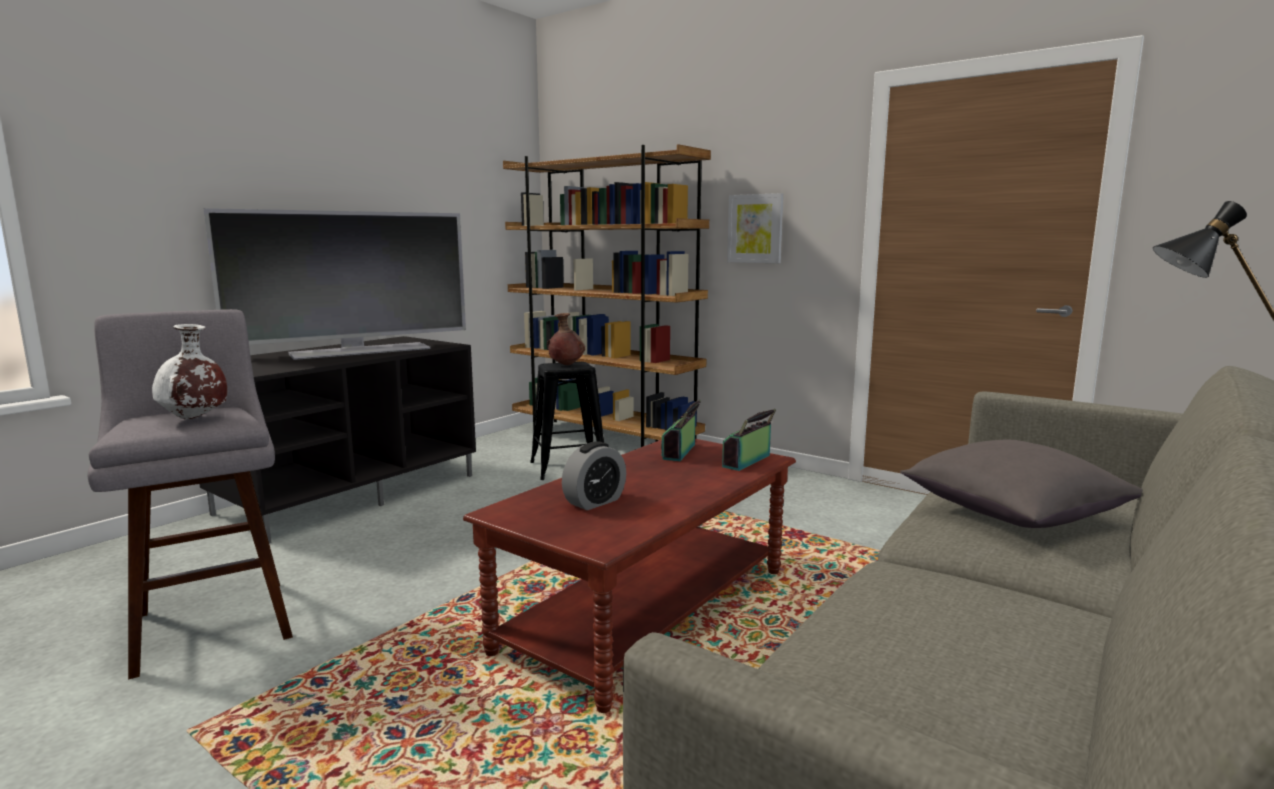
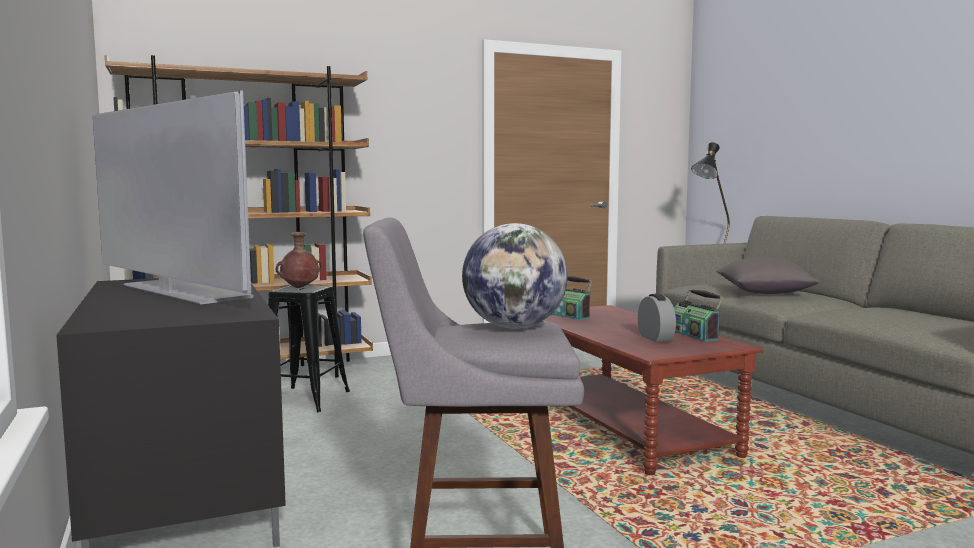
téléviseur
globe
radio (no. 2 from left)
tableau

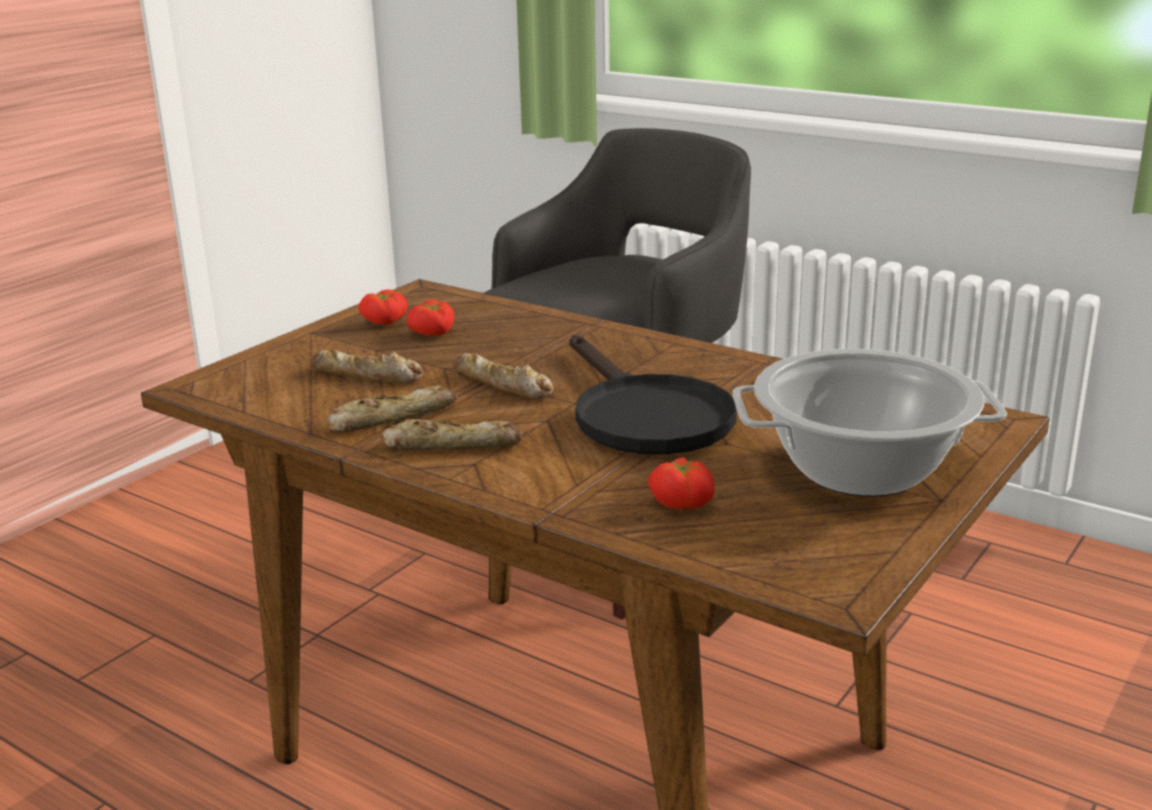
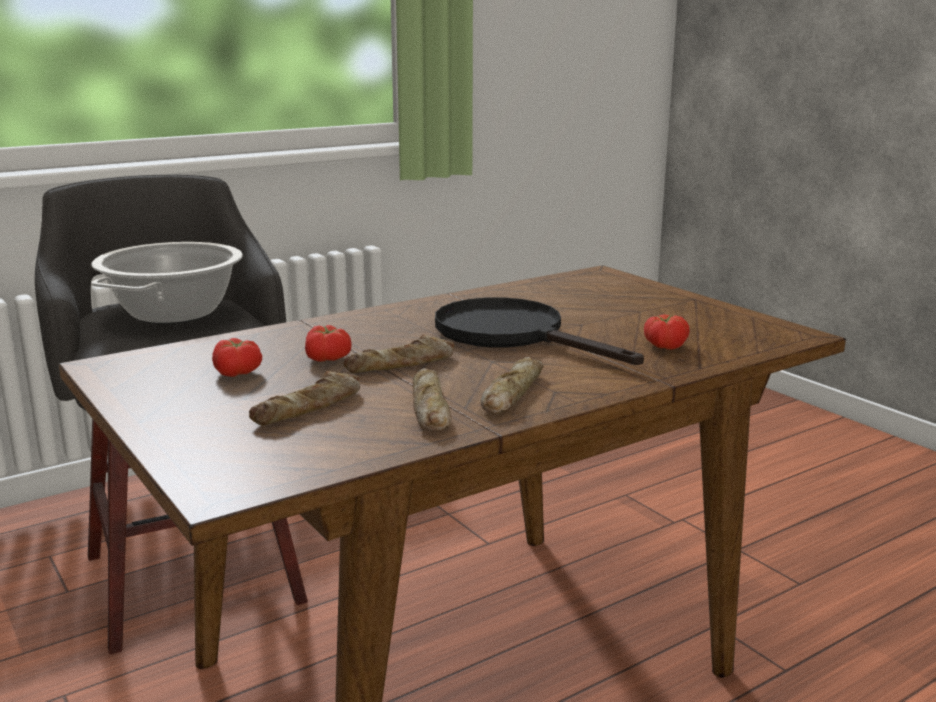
marmite
tomate (no. 2 from left)
poêle/noir

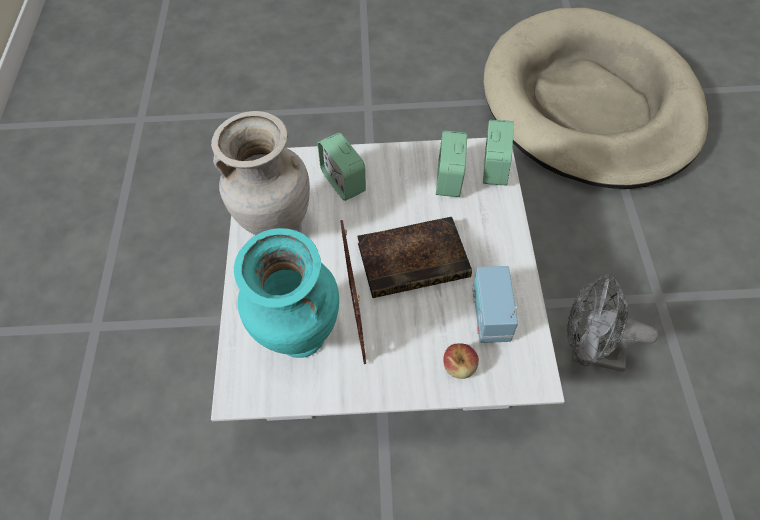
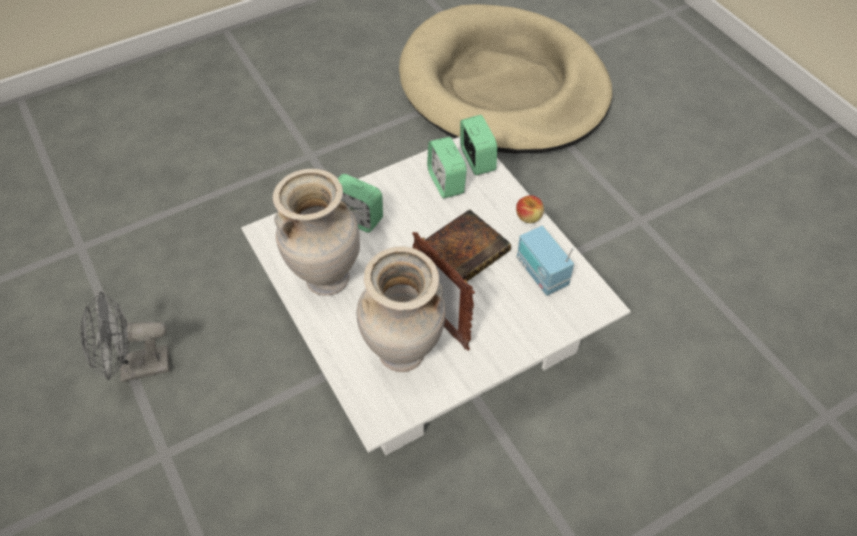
ventilateur/gris
vase/beige (no. 2 from left)
pomme

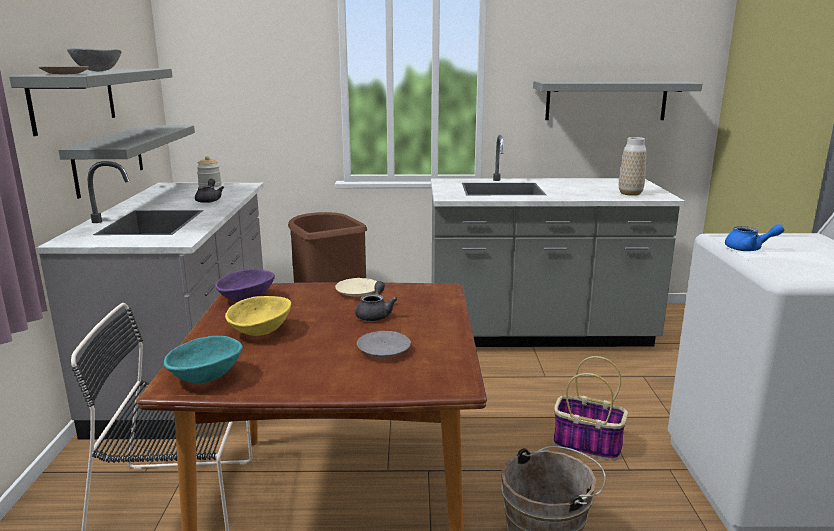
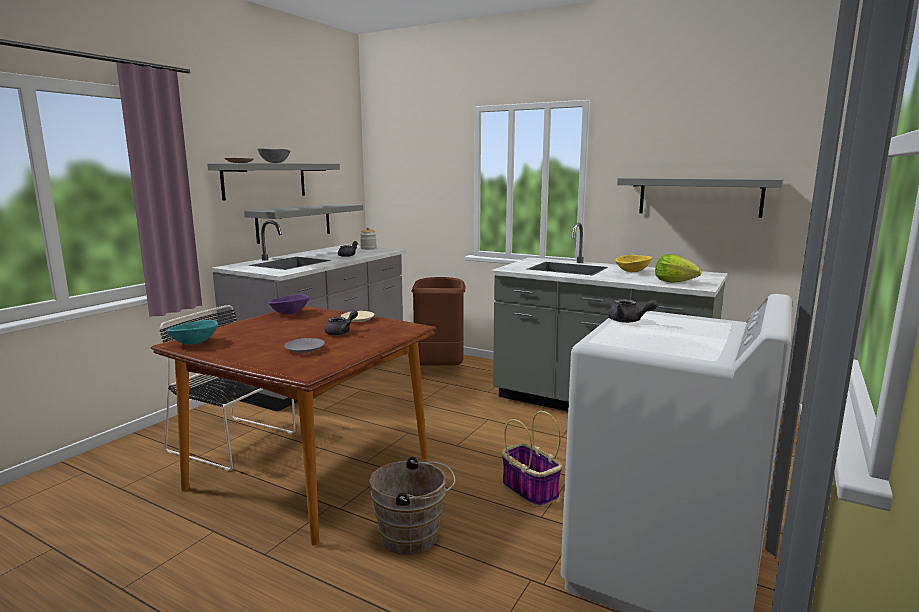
théière/gris (no. 3 from left)
bol/jaune
laitue

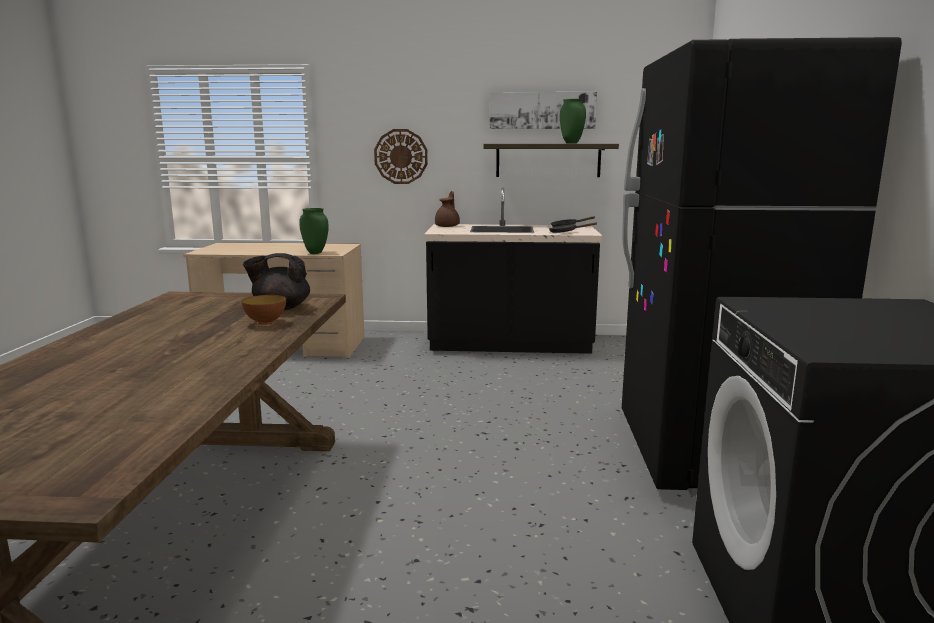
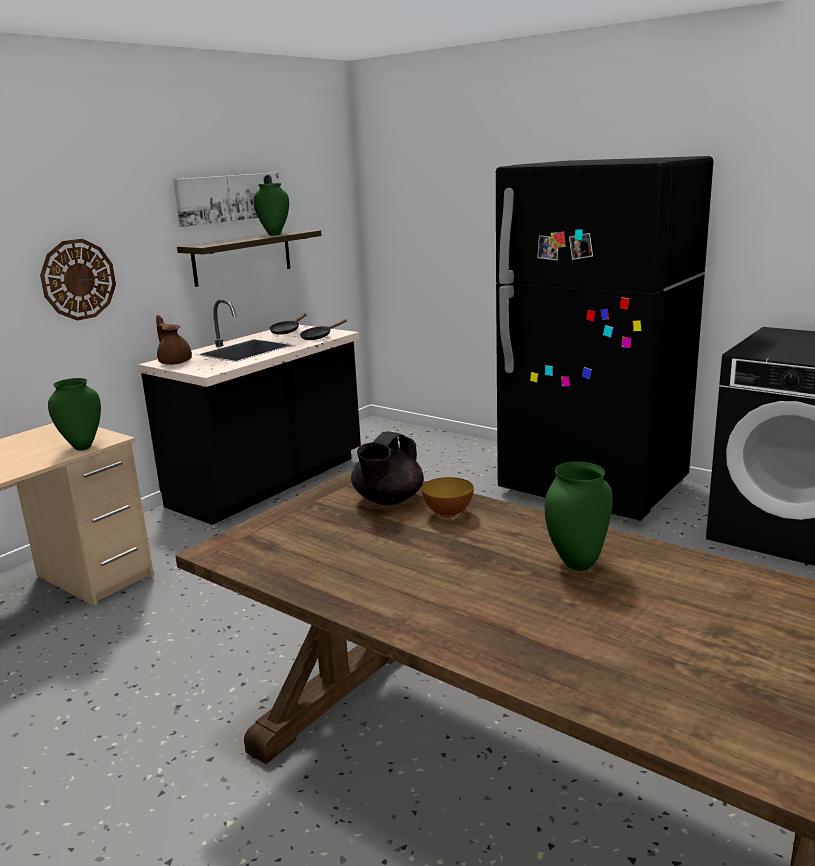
vase/vert (no. 3 from left)

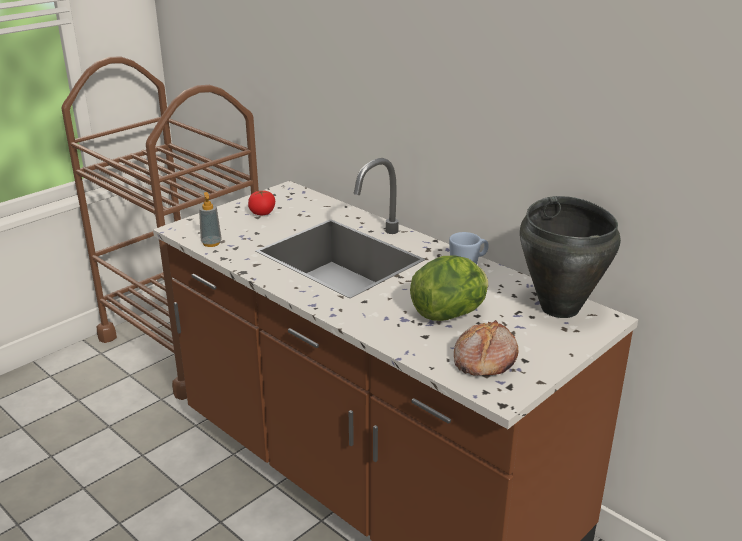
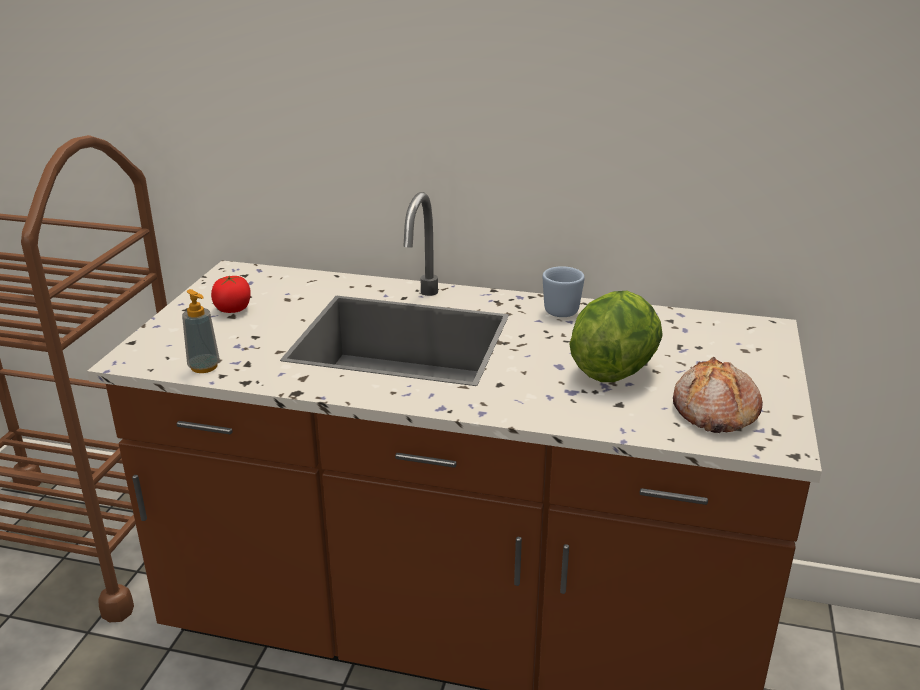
marmite/noir

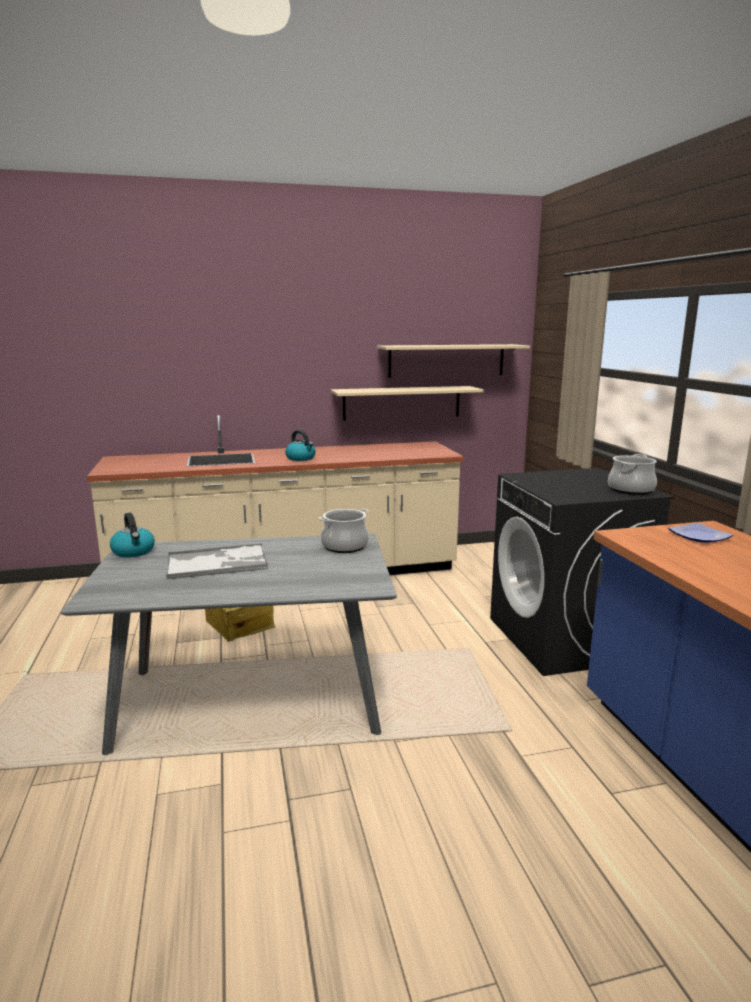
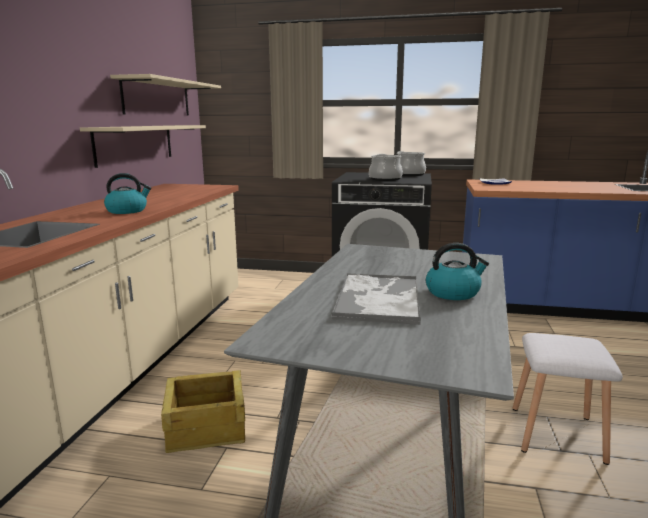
marmite (no. 1 from left)
bouilloire (no. 2 from left)
tabouret/blanc

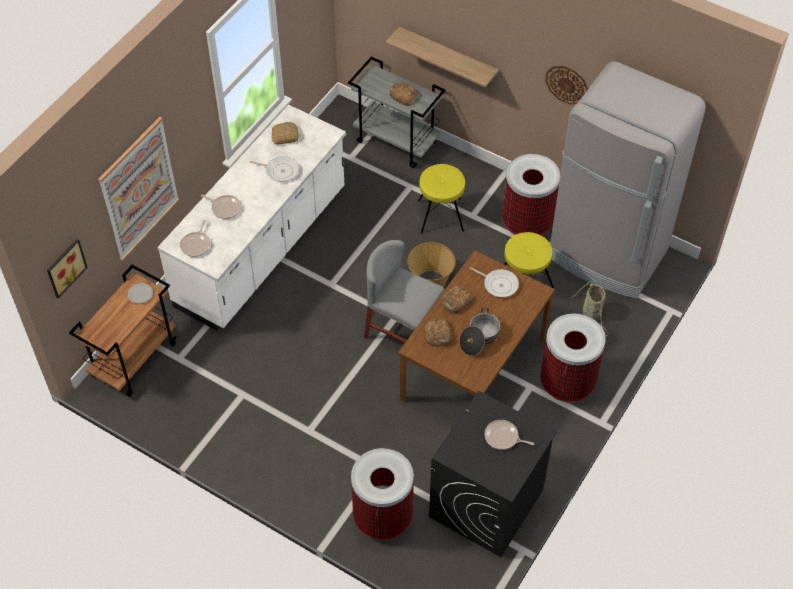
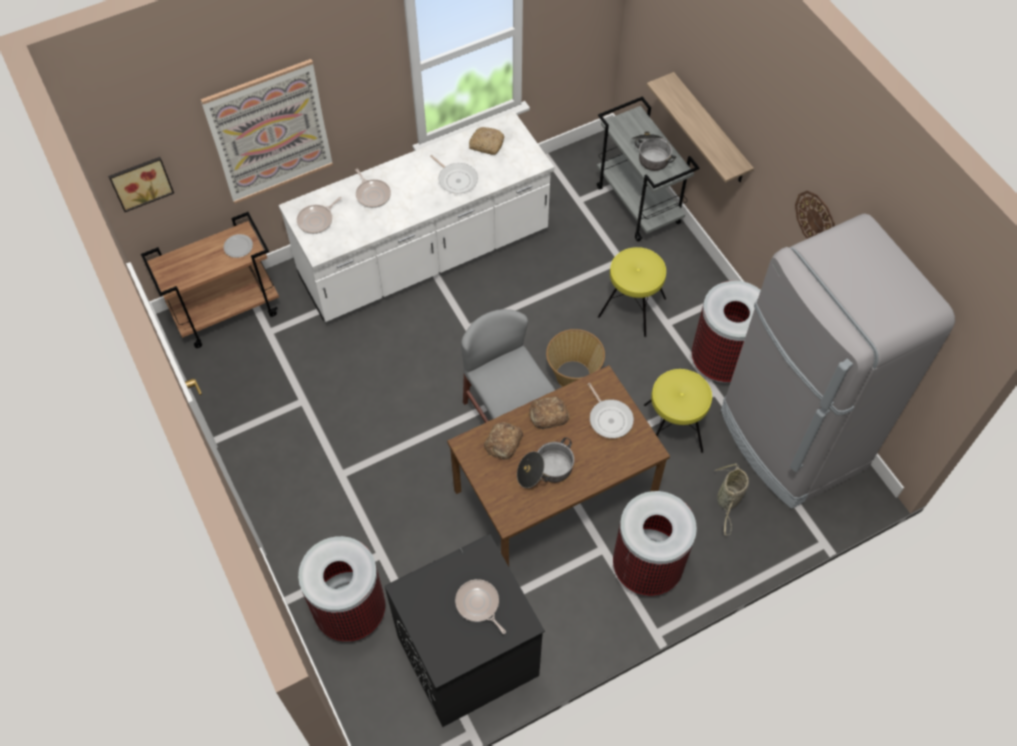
marmite (no. 2 from left)

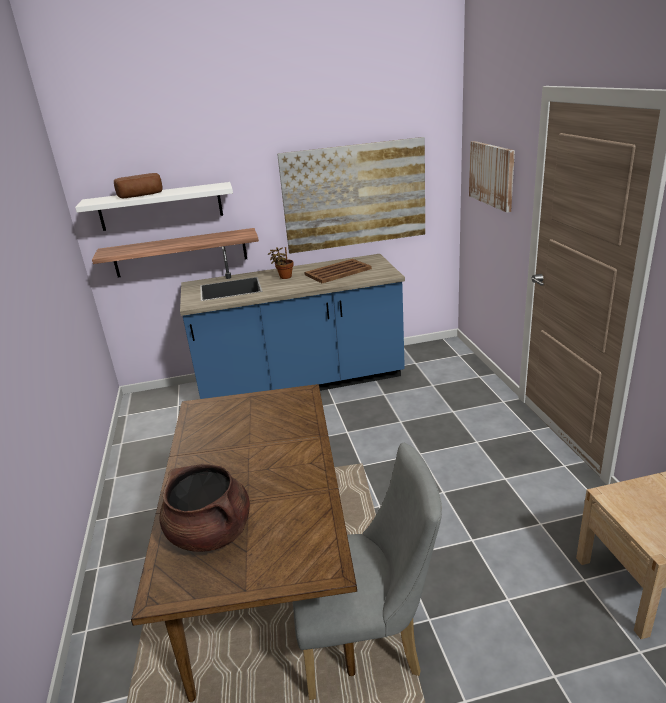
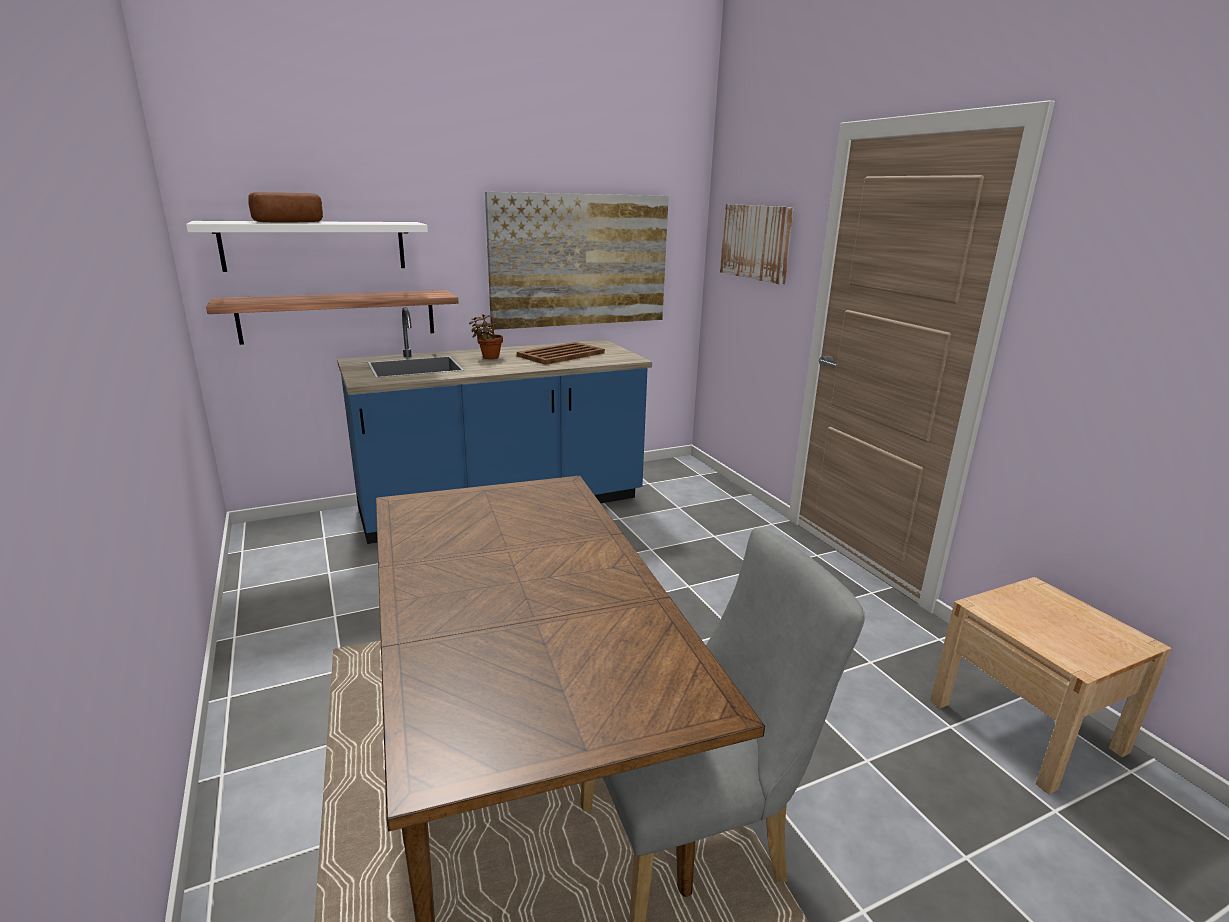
marmite/marron

